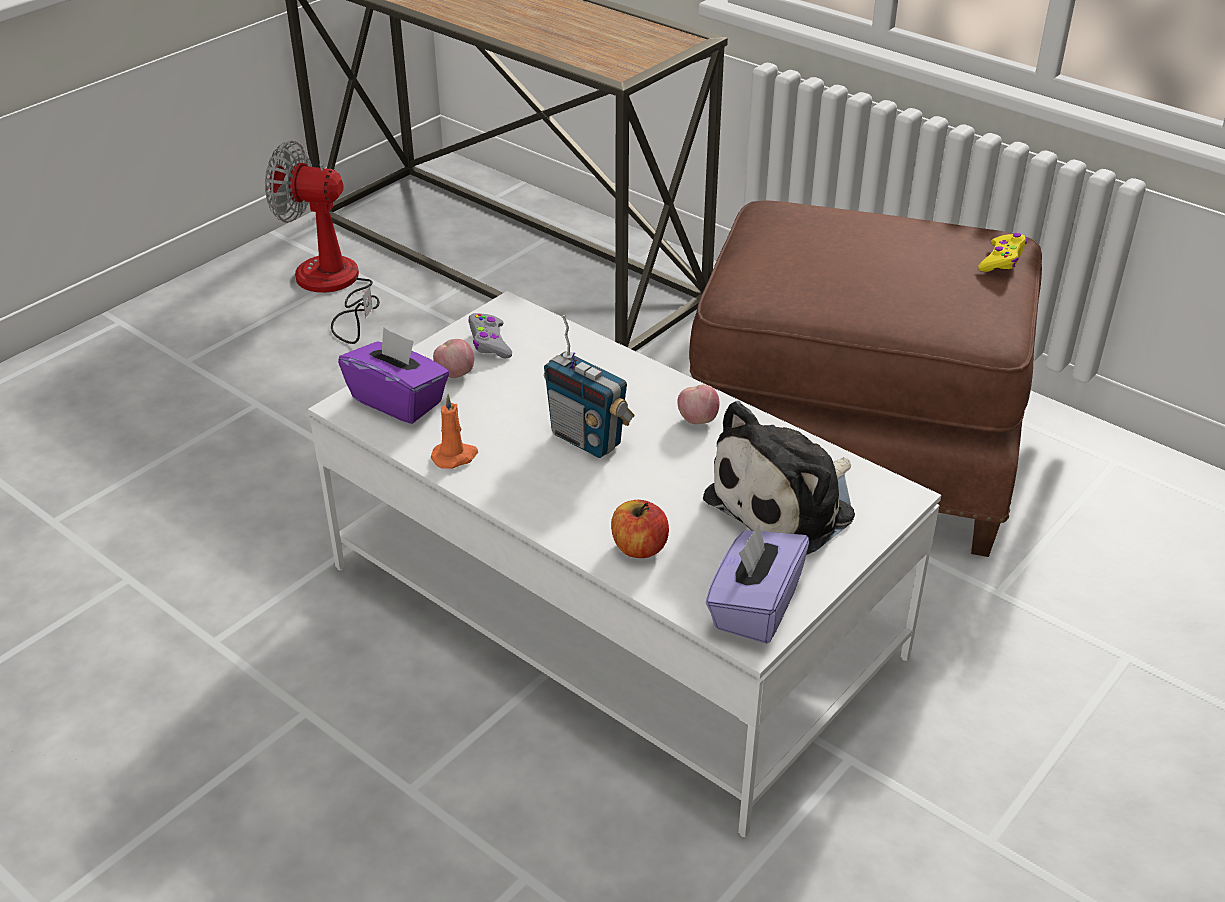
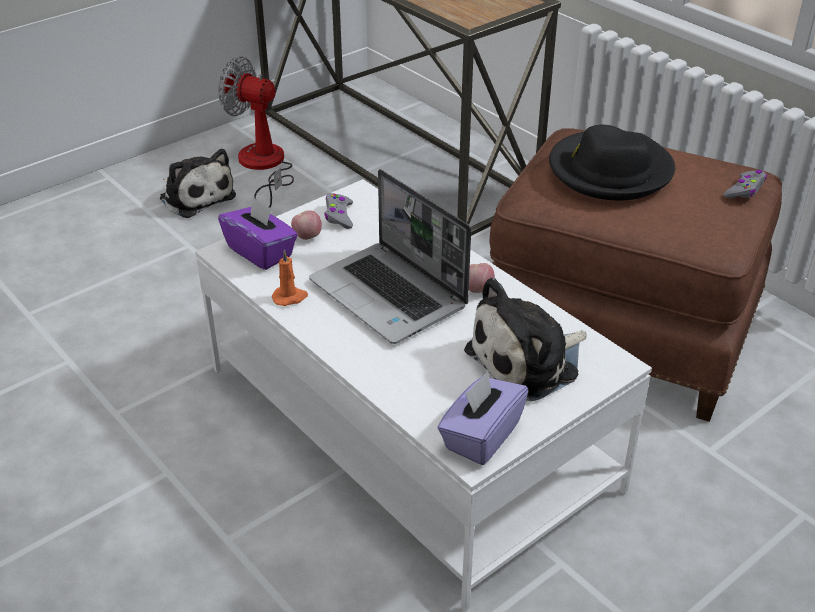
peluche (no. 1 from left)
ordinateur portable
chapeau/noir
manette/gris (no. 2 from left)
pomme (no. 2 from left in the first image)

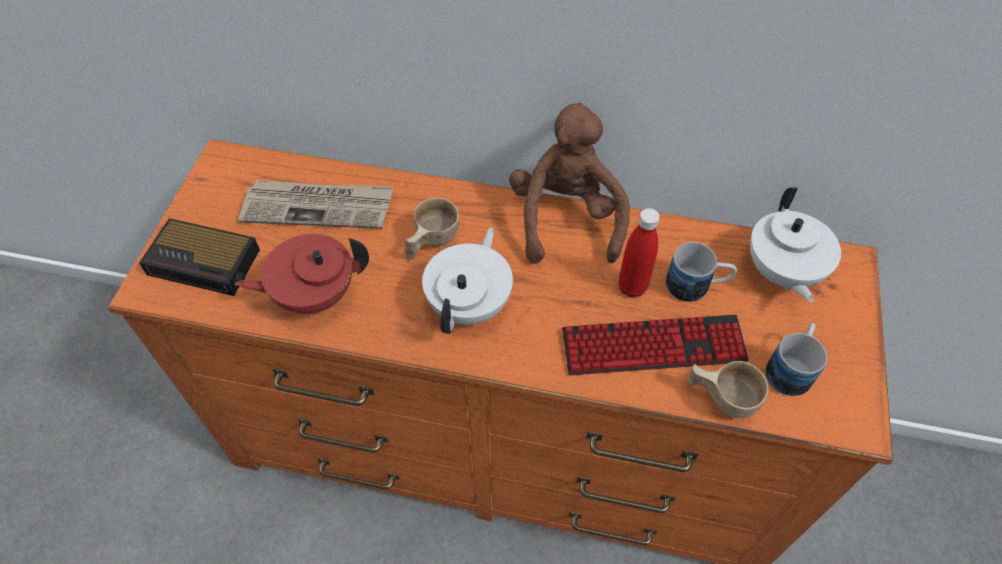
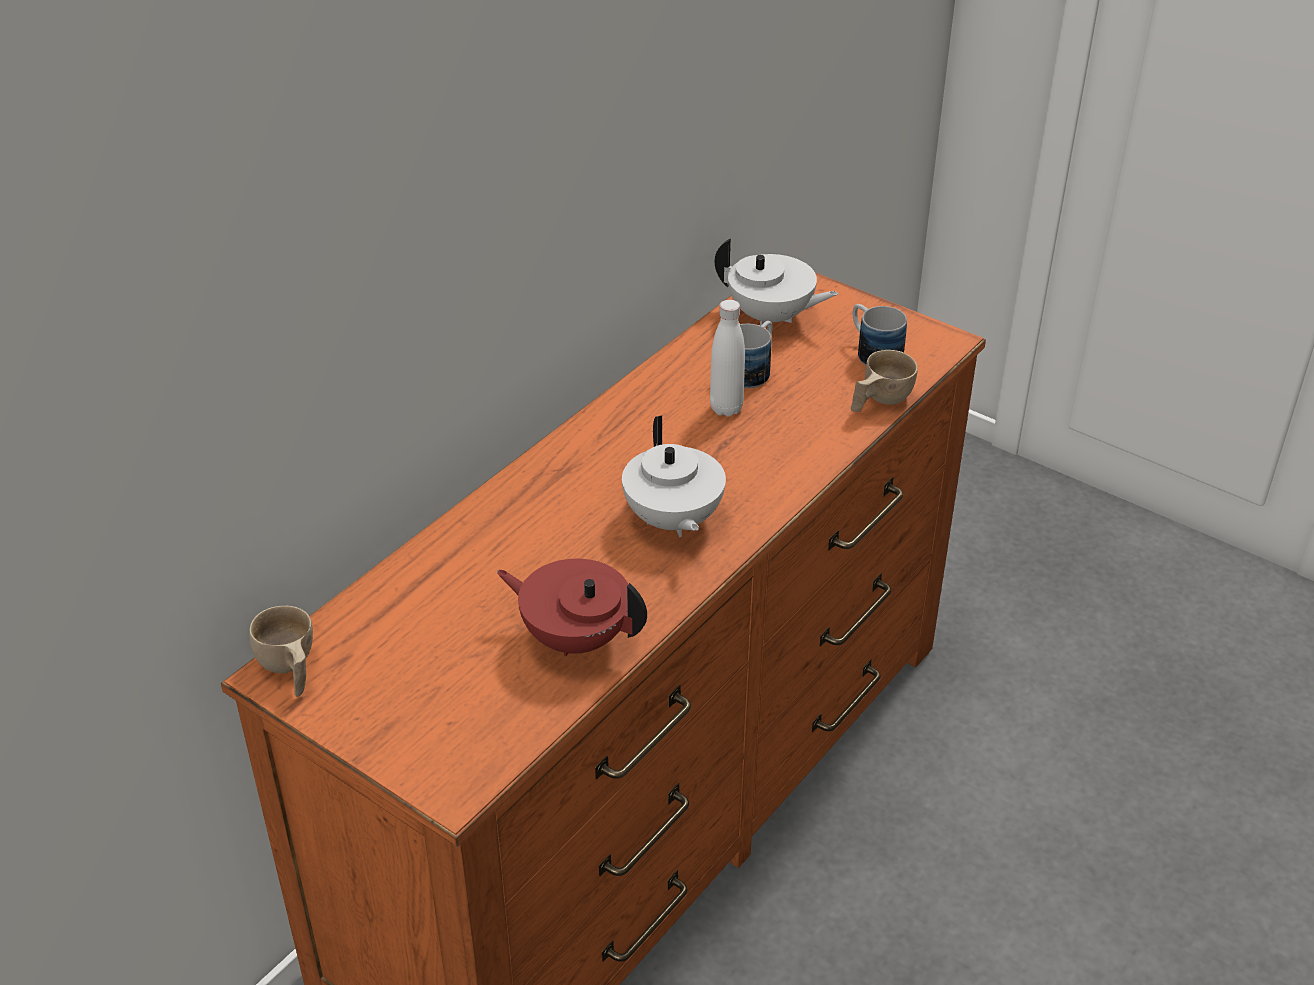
tasse/beige (no. 1 from left)
théière/rouge
théière/blanc (no. 1 from left)
bouteille/blanc
réveil
journal
peluche/marron
clavier

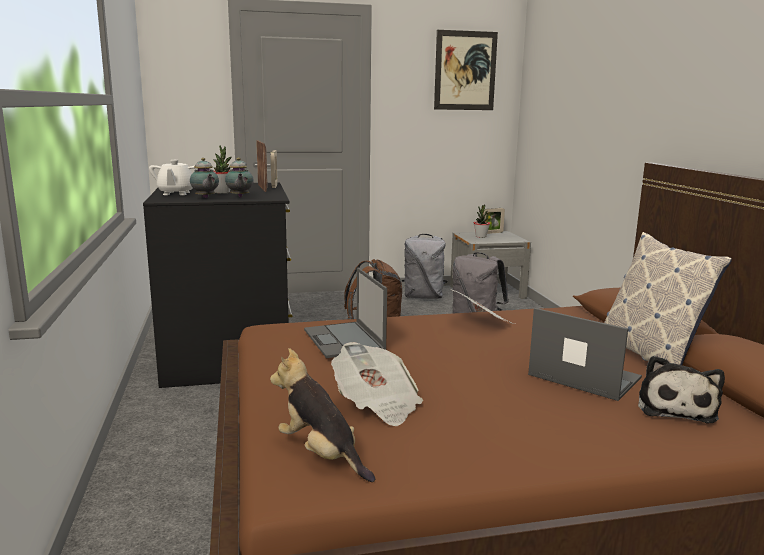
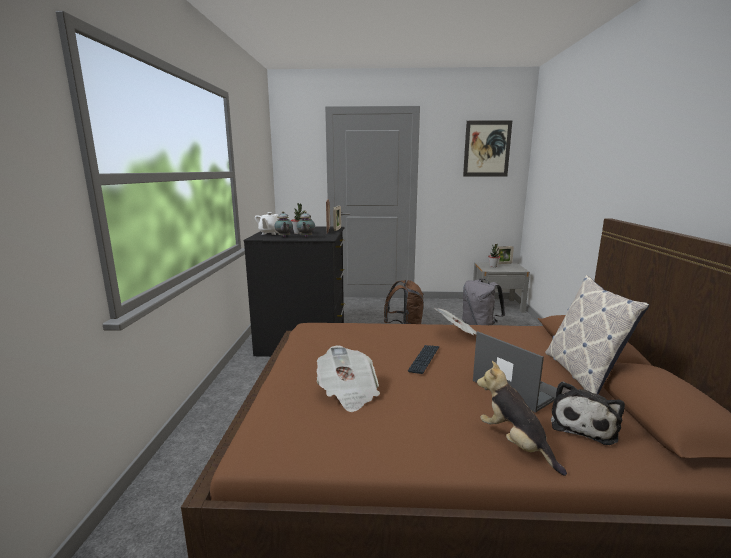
clavier
peluche (no. 1 from left)
ordinateur portable (no. 1 from left in the first image)
sac à dos/gris (no. 1 from left in the first image)

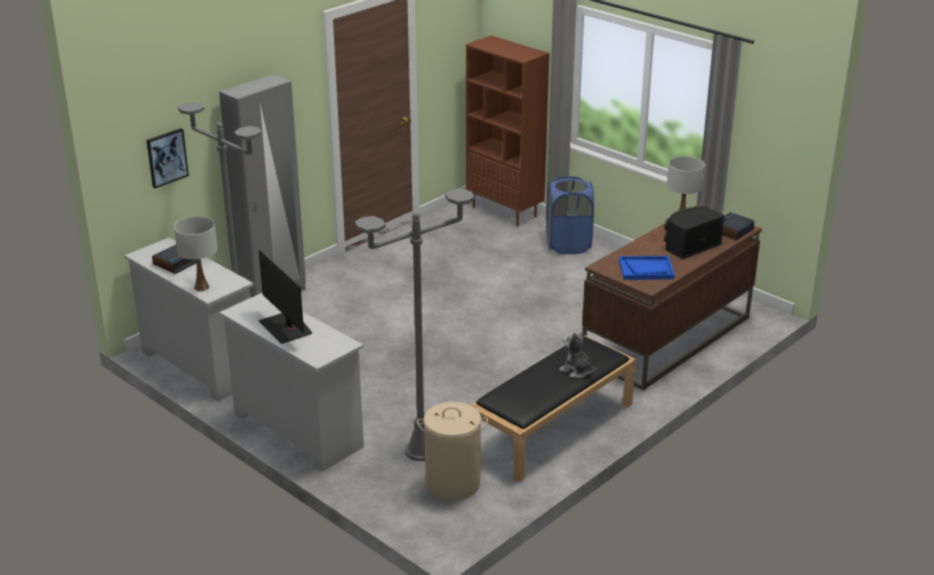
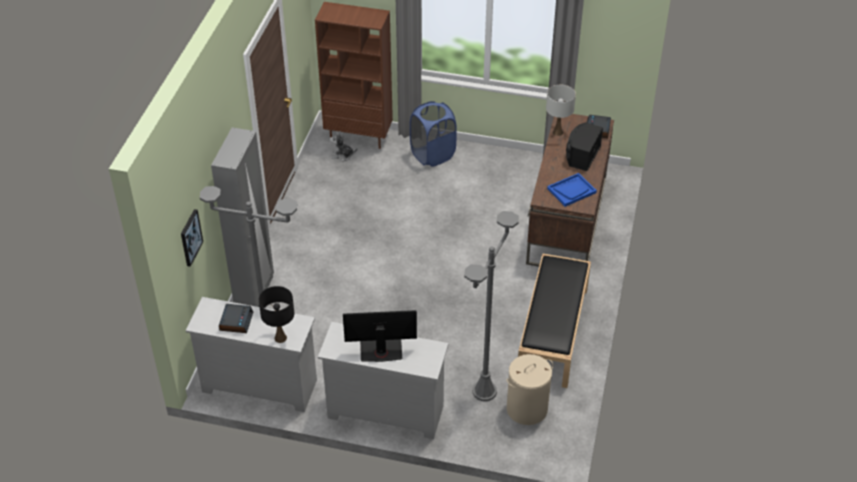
lampe de table/noir
peluche
écran d'ordinateur

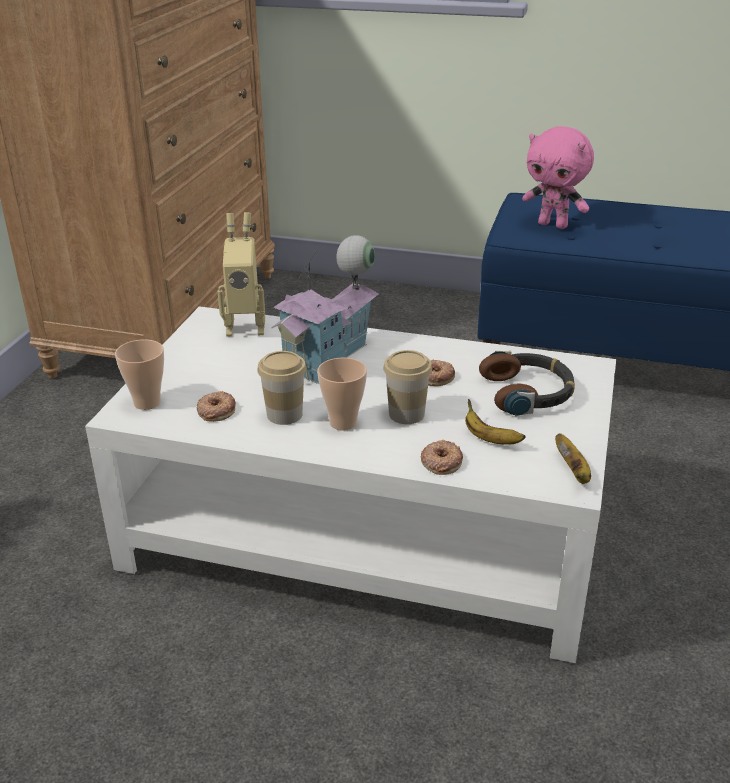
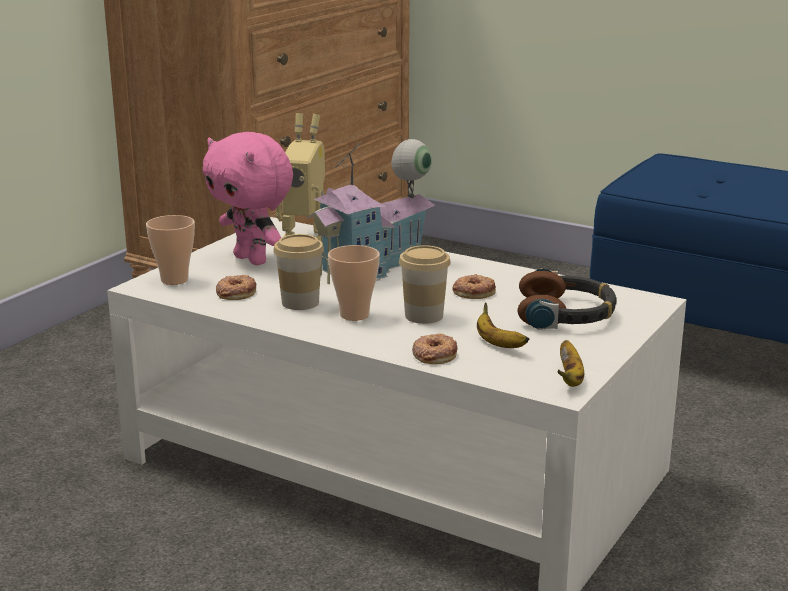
peluche/rose

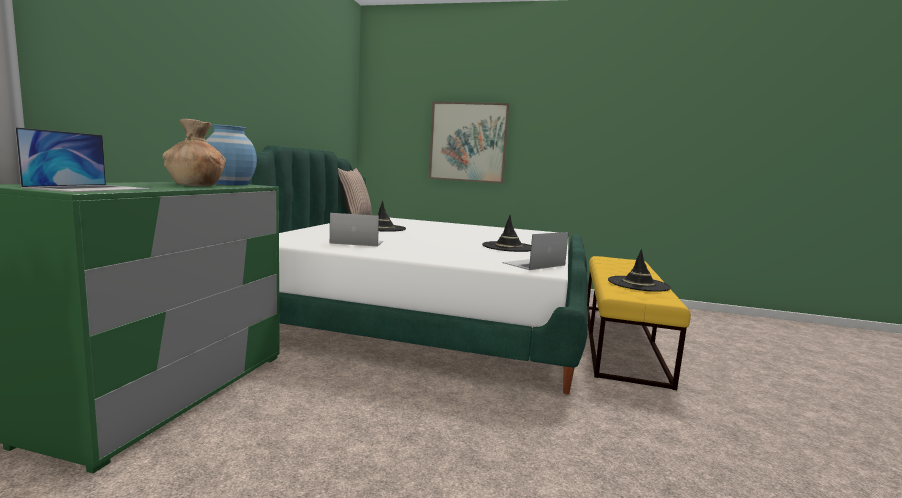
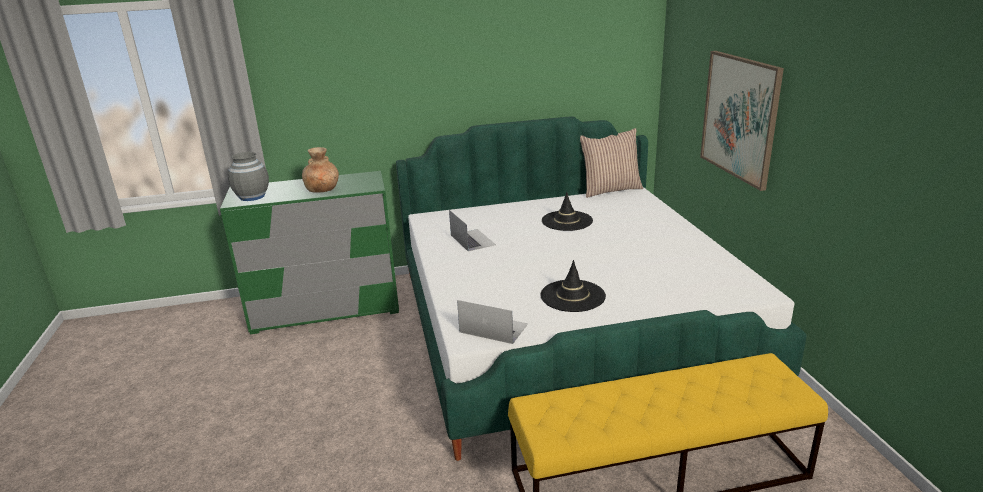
vase/gris
vase/bleu
chapeau/noir (no. 3 from left in the first image)

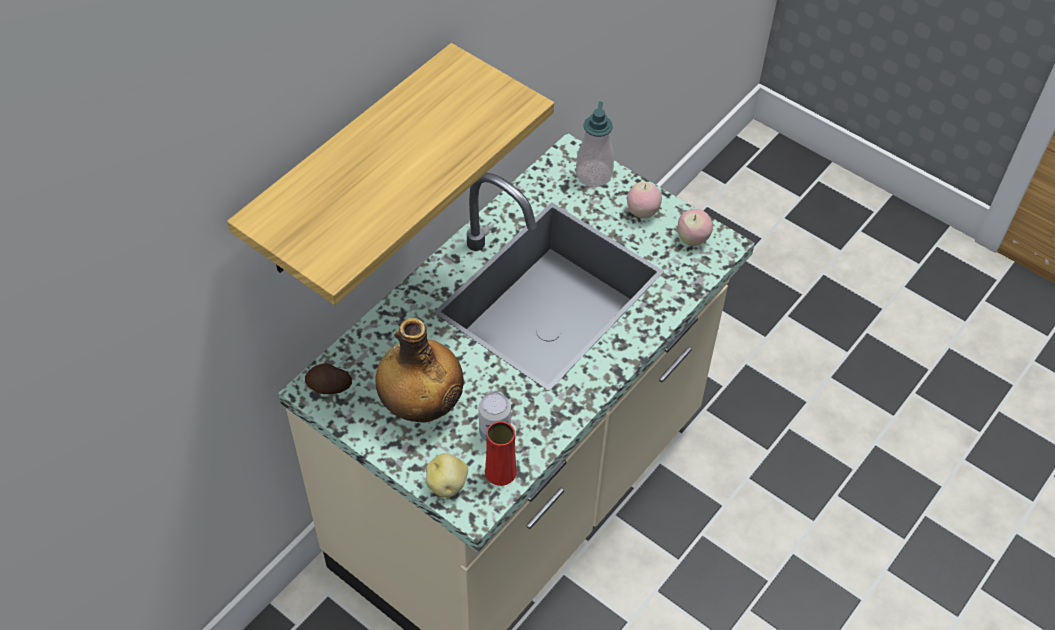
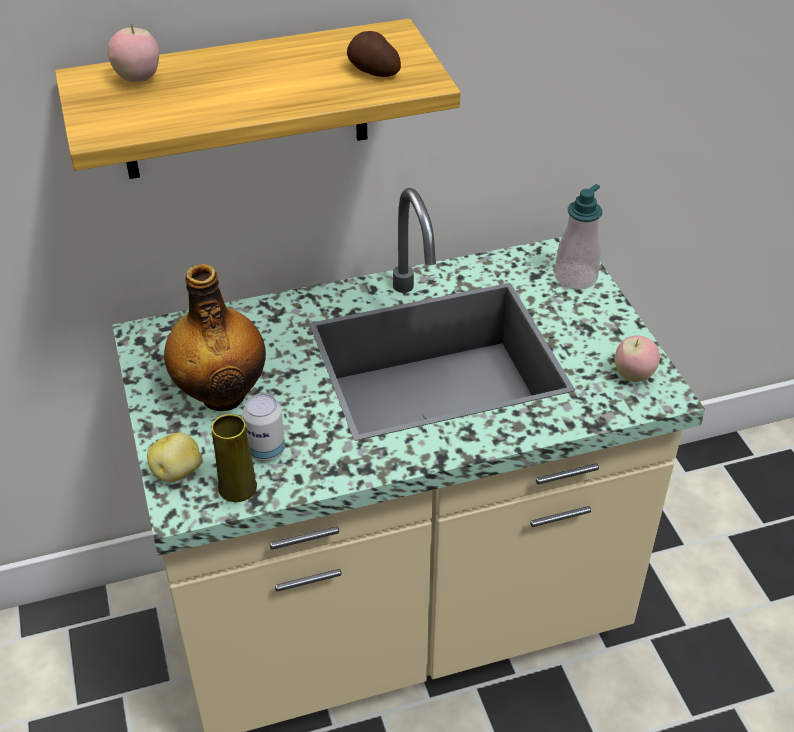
pomme (no. 1 from left)
vase/jaune
pomme de terre (no. 2 from left)

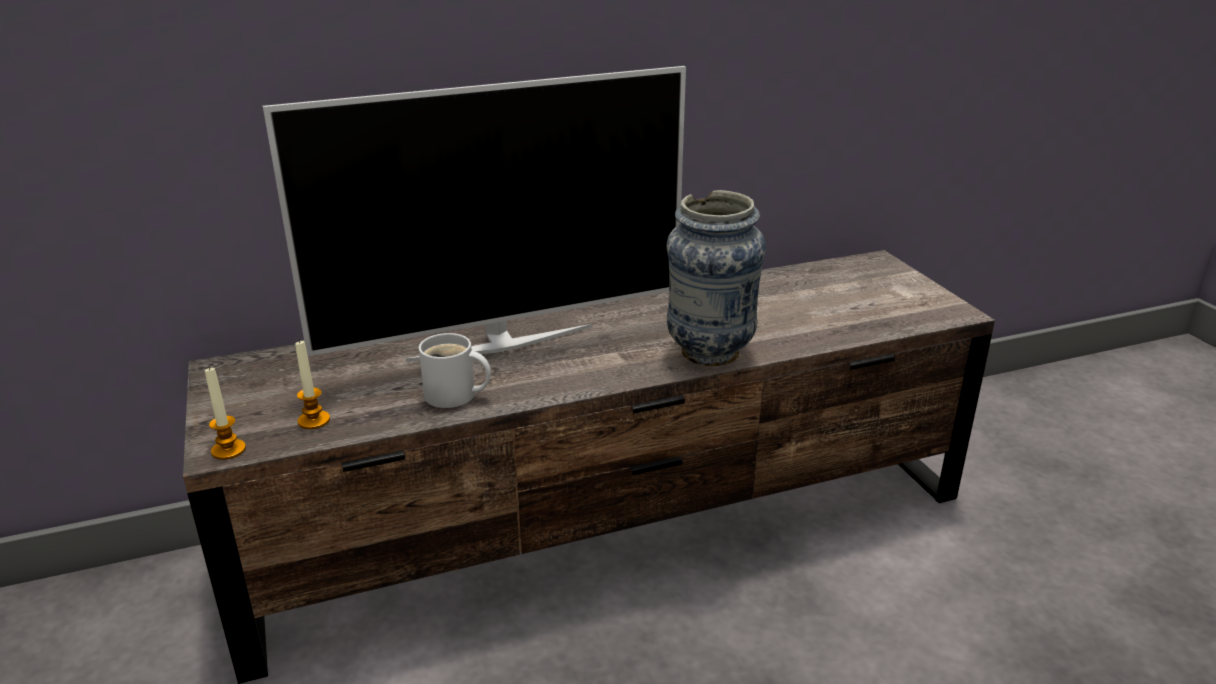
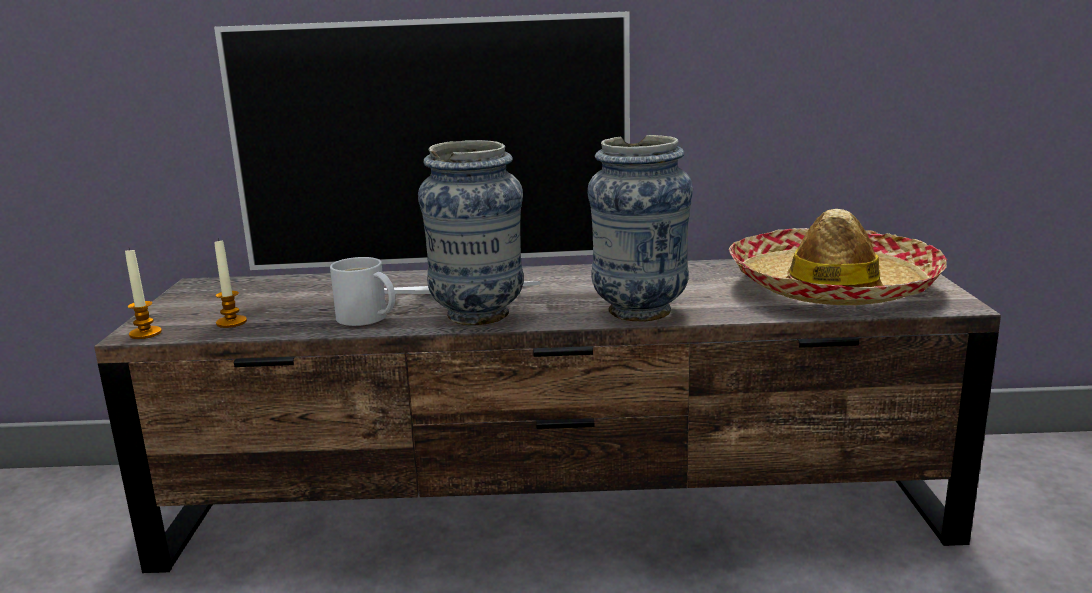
vase (no. 1 from left)
chapeau

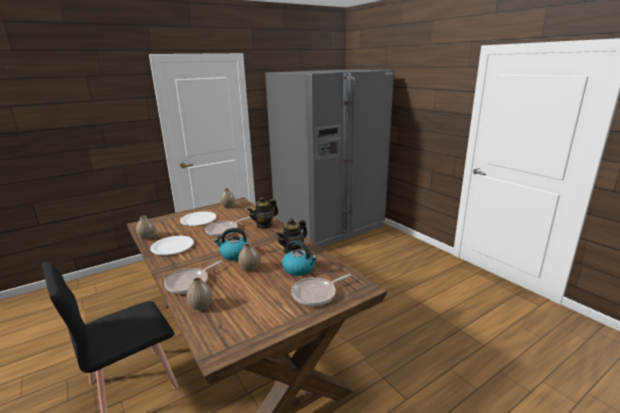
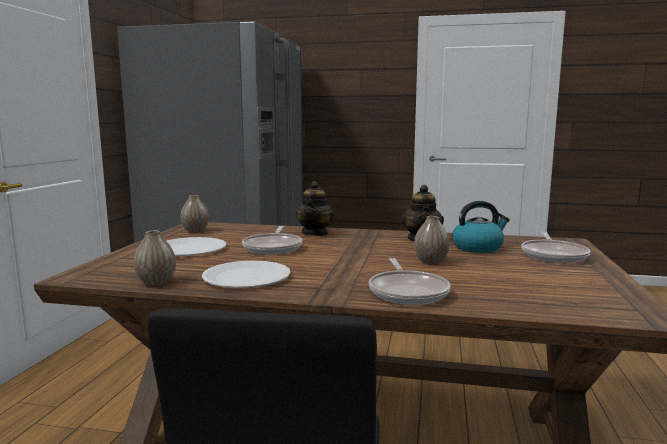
vase (no. 2 from left in the first image)
bouilloire (no. 1 from left in the first image)

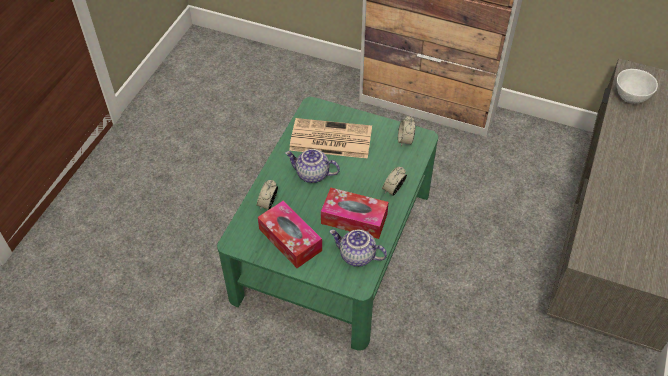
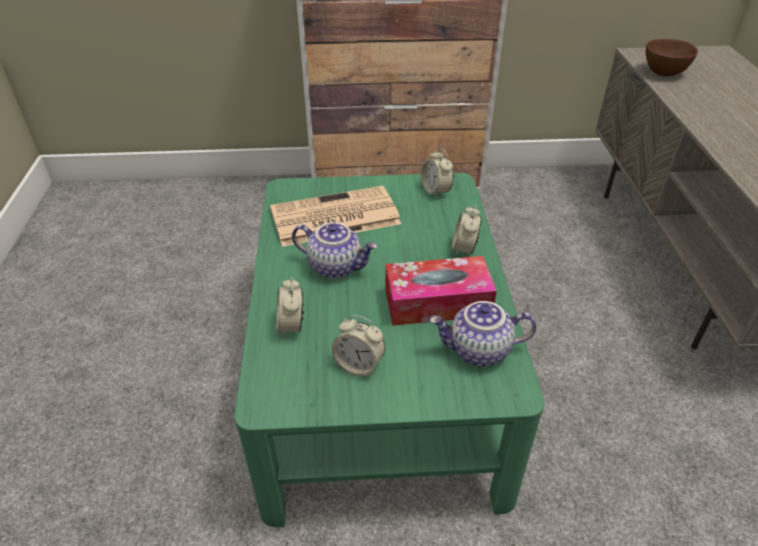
théière (no. 1 from left)
réveil (no. 2 from left)
bol/marron

